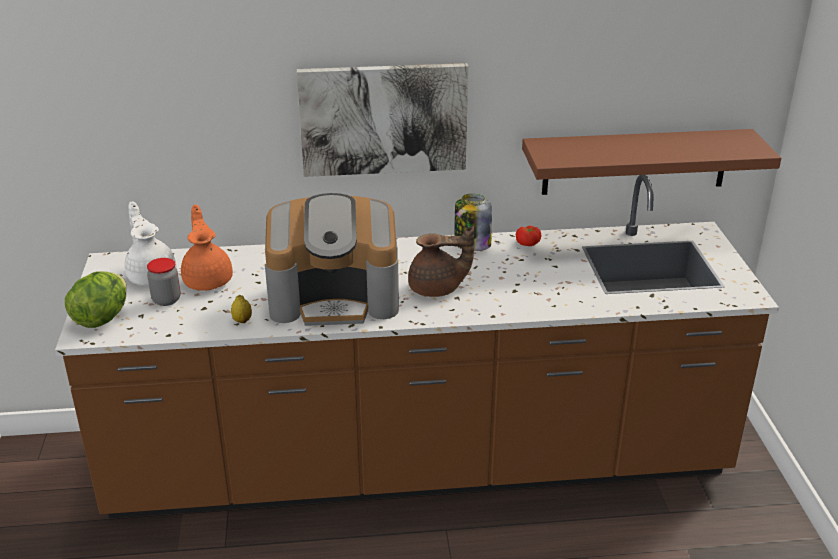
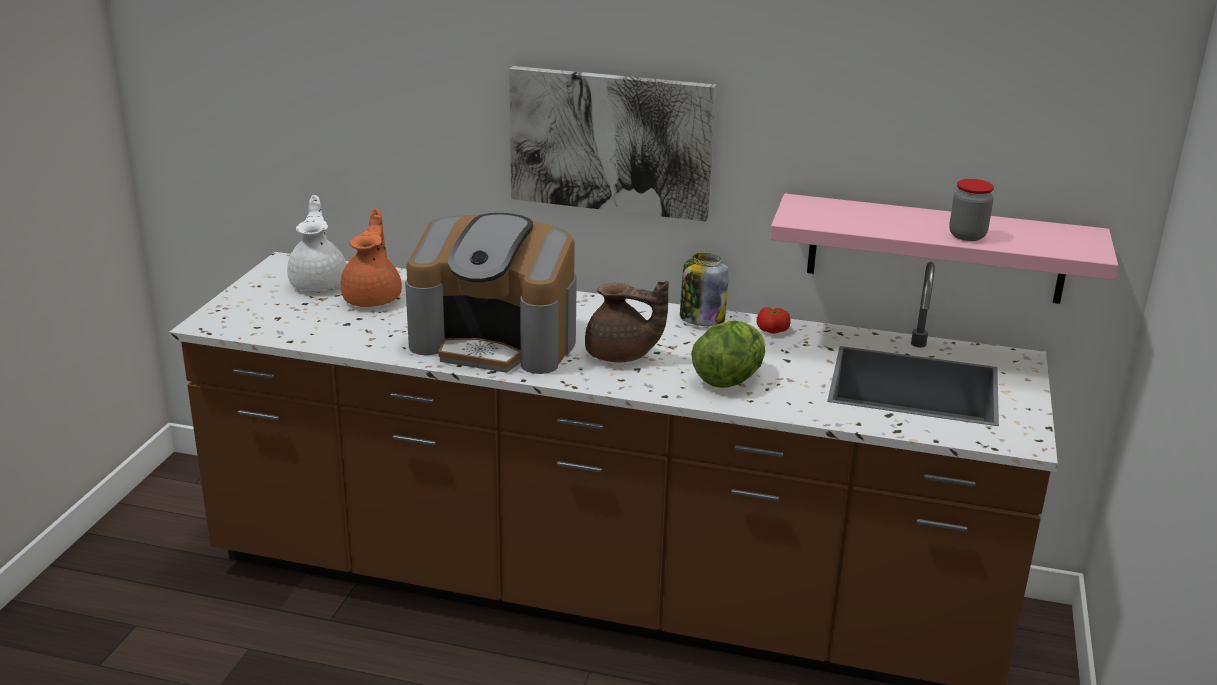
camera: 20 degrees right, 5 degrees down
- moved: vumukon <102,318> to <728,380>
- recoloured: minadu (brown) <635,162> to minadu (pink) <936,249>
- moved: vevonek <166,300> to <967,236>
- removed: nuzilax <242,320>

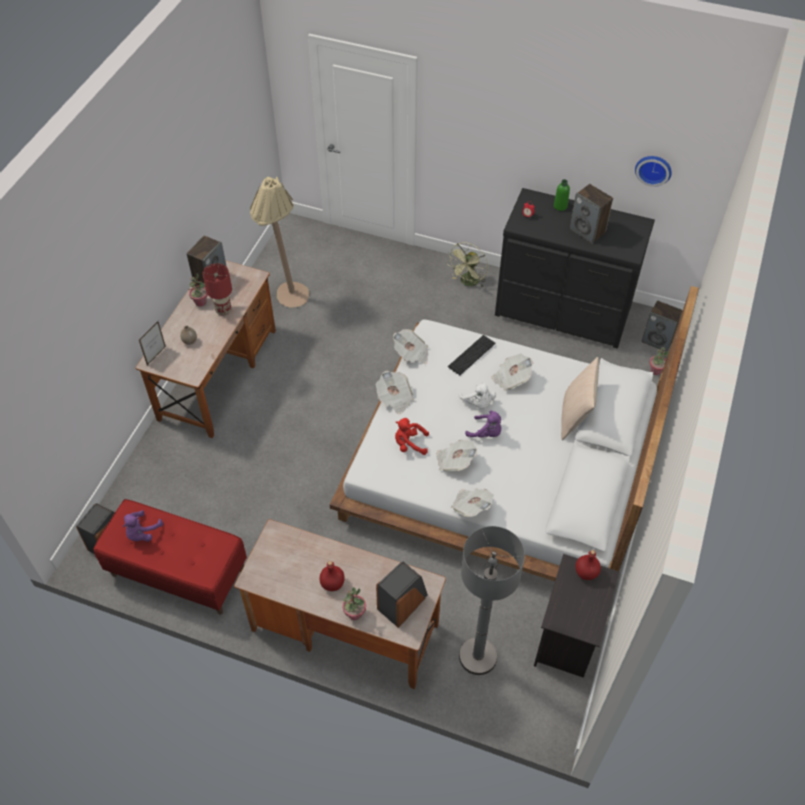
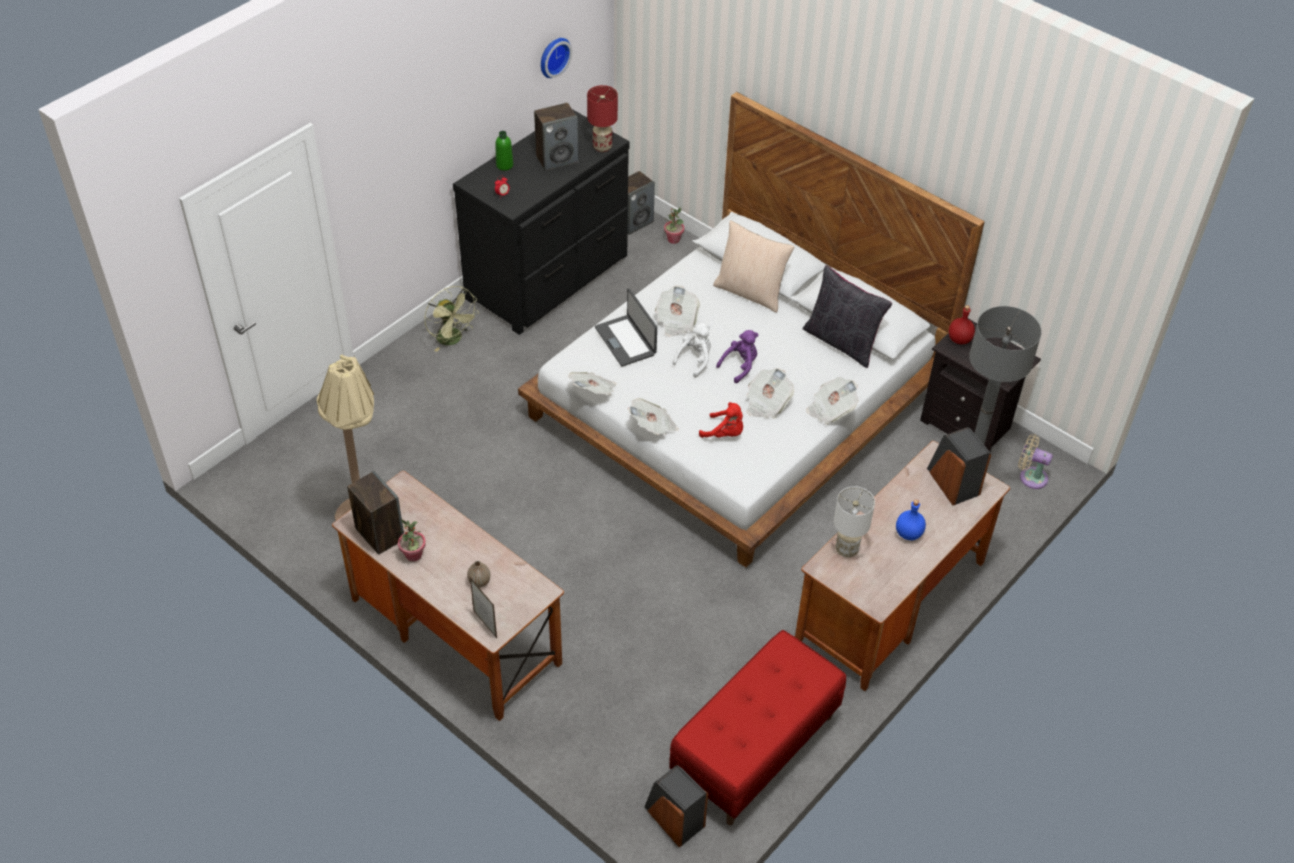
camera: 70 degrees left, 5 degrees down
- moved: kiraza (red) <224,310> to <602,147>
- replaced: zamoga <471,355> to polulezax <626,341>
- turned: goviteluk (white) <478,403> = <695,360> 45 degrees counterclockwise
- turned: goviteluk (red) <409,444> = <725,433> 90 degrees counterclockwise
- added: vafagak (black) <842,342>
- added: kiraza (white) <847,550>
- recoloured: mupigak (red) <332,583> to mupigak (blue) <908,534>
- added: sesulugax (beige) <1030,477>
- removed: goviteluk (purple) <142,533>
- removed: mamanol <354,613>

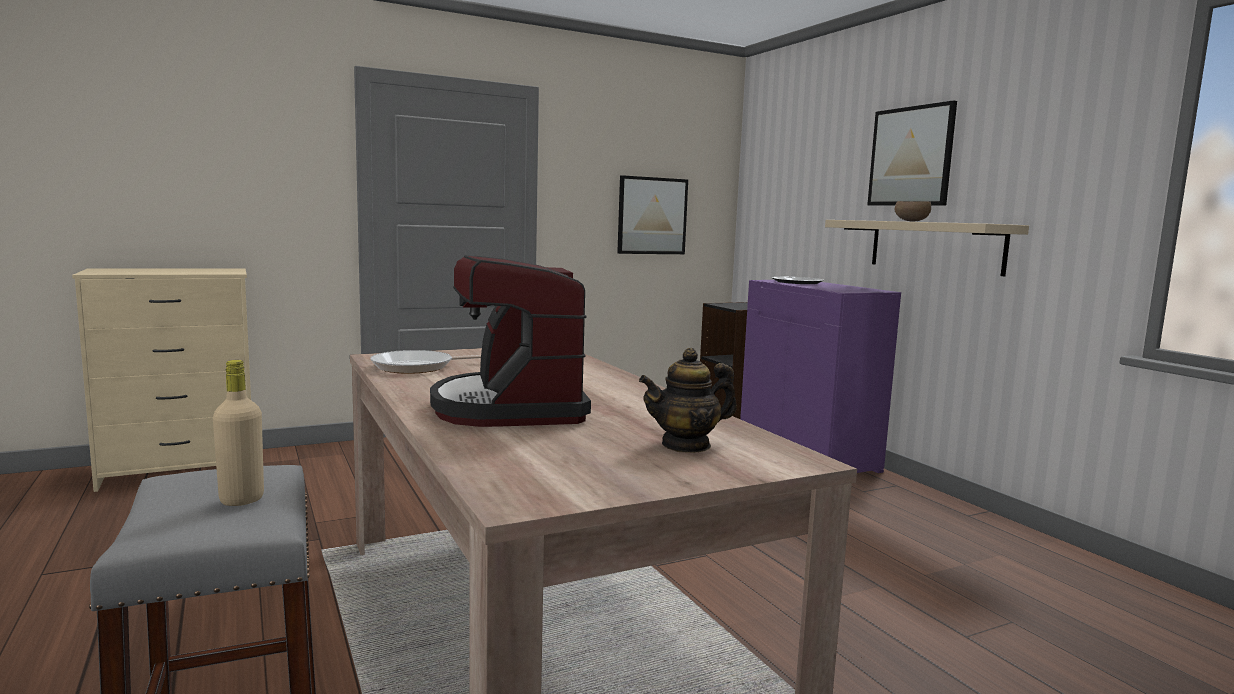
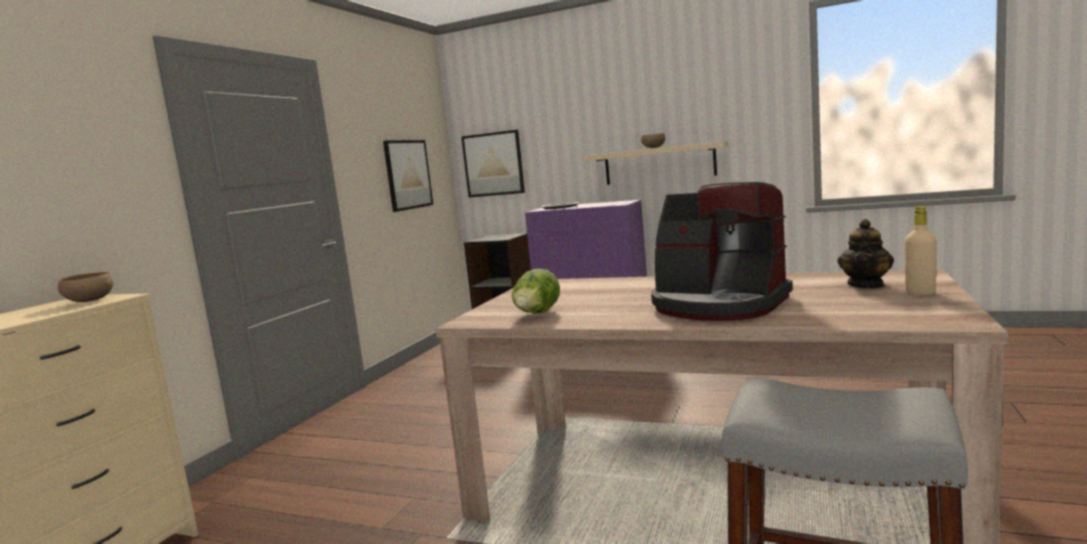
camera: 40 degrees left, 0 degrees up
- added: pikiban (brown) <90,301>
- moved: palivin <911,156> to <493,164>
- replaced: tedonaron <418,367> to vumukon <537,314>
- moved: mupigak (beige) <242,499> to <920,293>

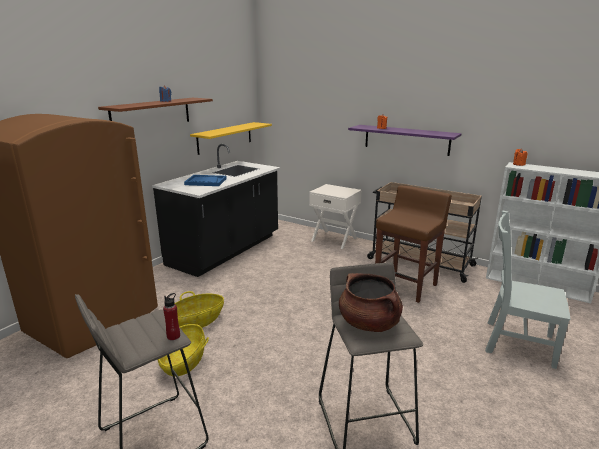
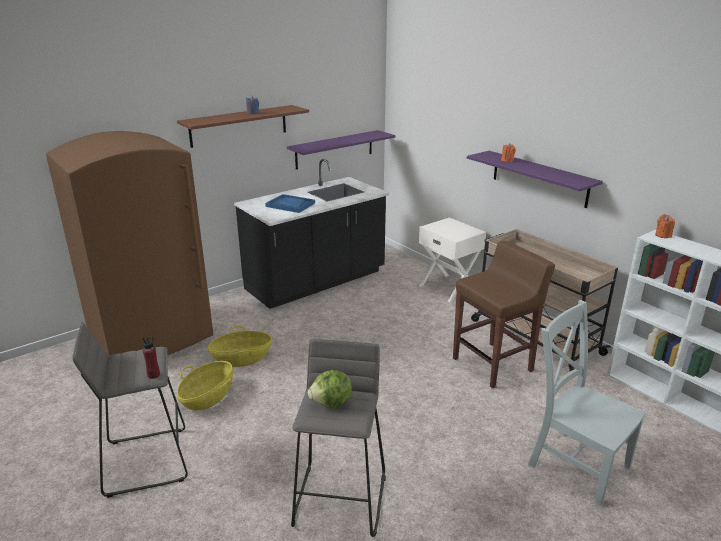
camera: 20 degrees right, 5 degrees up
- recoloured: minadu (yellow) <225,137> to minadu (purple) <334,149>
- replaced: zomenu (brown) <369,323> to vumukon <331,403>

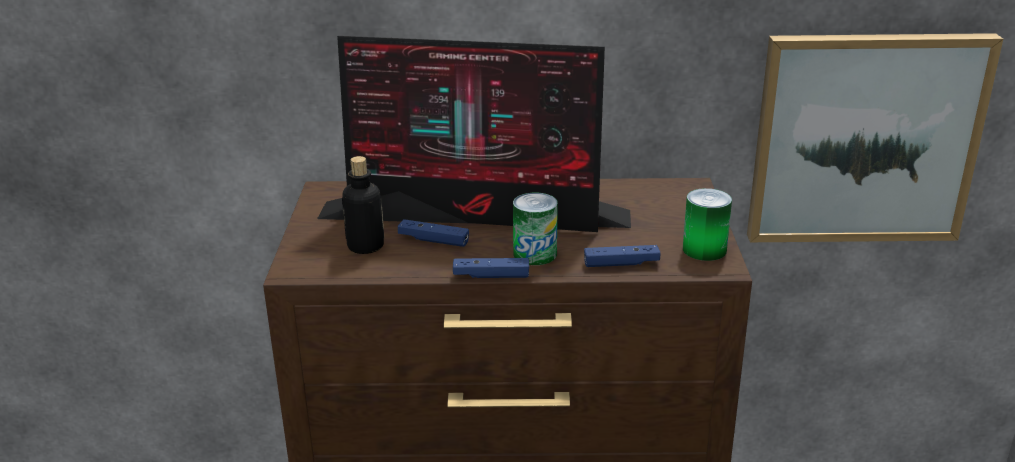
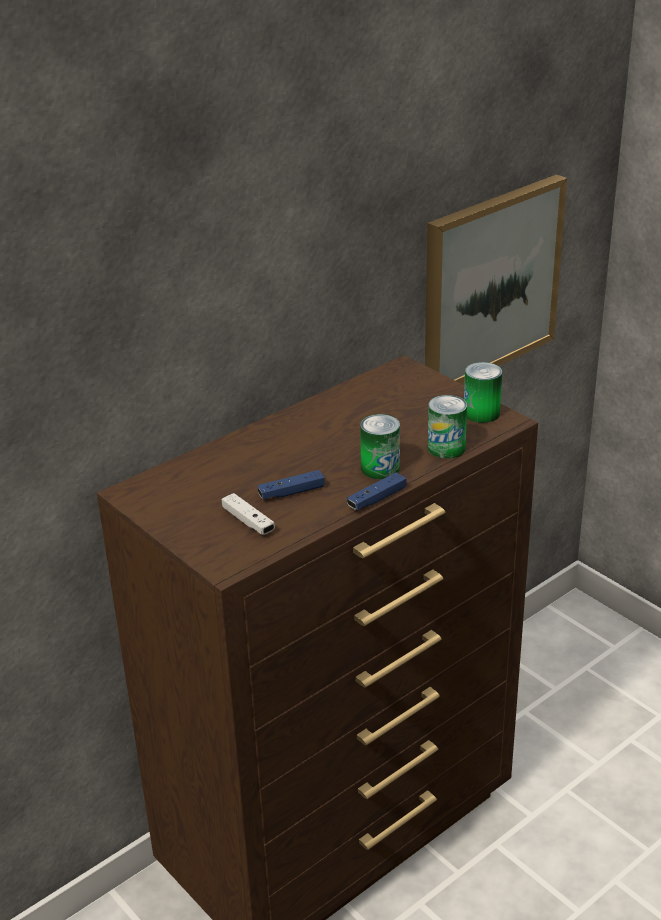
camera: 40 degrees left, 5 degrees up
- replaced: mupigak <365,246> to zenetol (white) <248,521>
- replaced: zenetol (blue) <621,263> to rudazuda <446,448>
- removed: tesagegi <479,215>

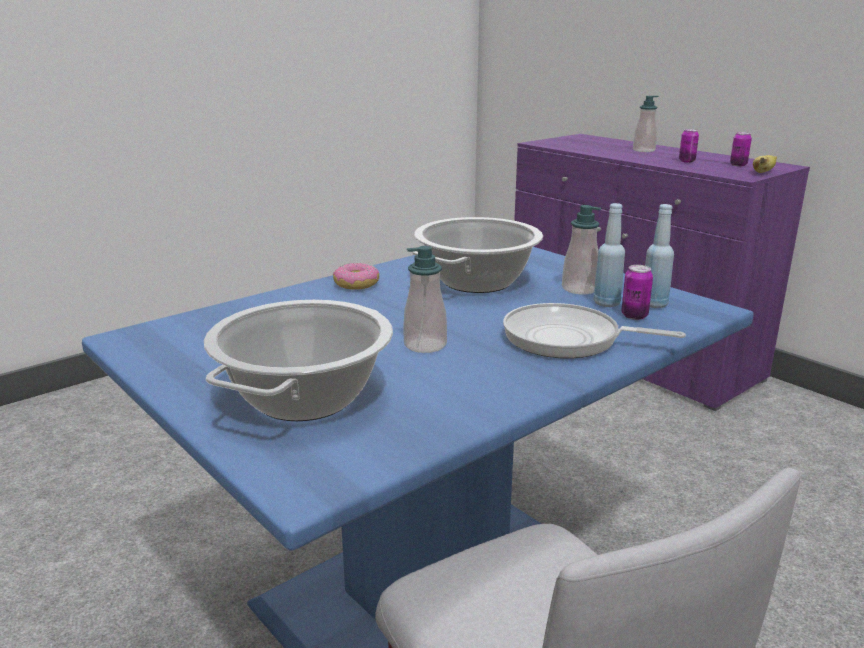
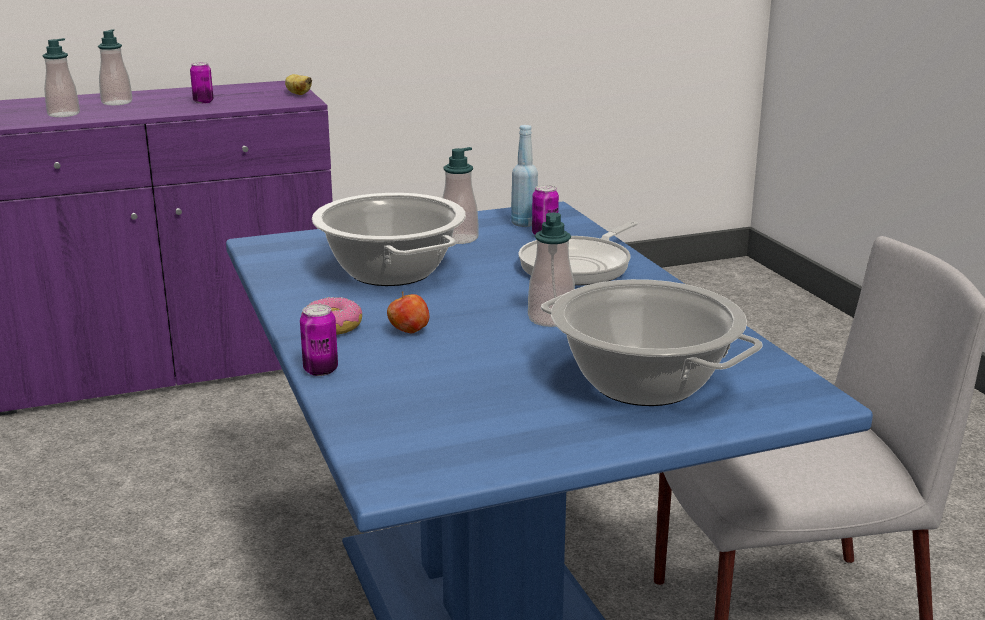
camera: 70 degrees left, 0 degrees up
- added: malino <63,114>
- moved: rudazuda <738,165> to <320,370>
- added: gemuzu <408,332>
- removed: mupigak (blue) <607,303>

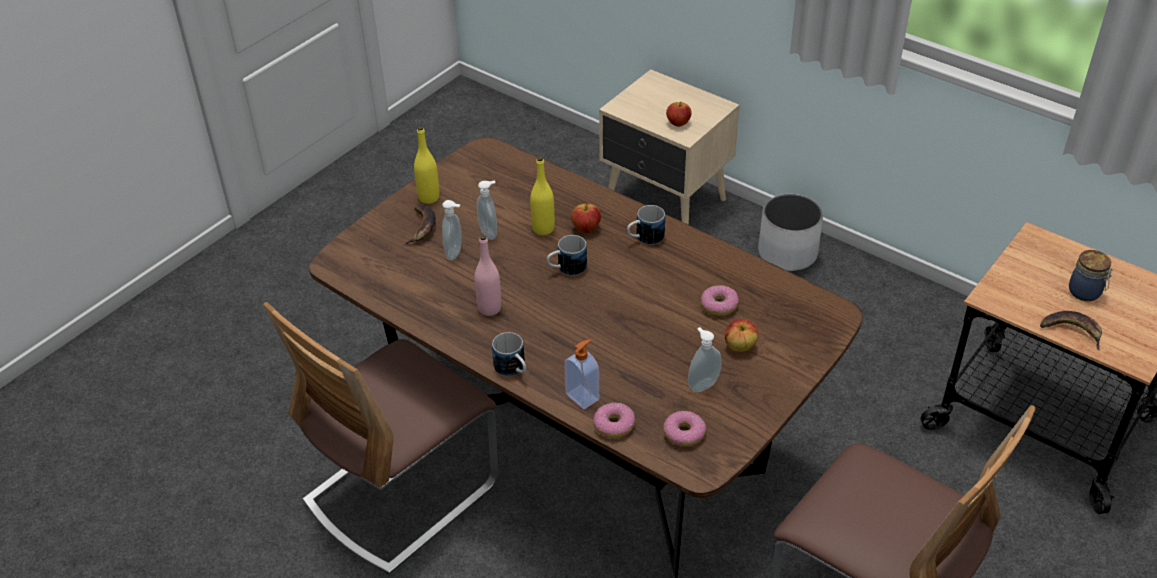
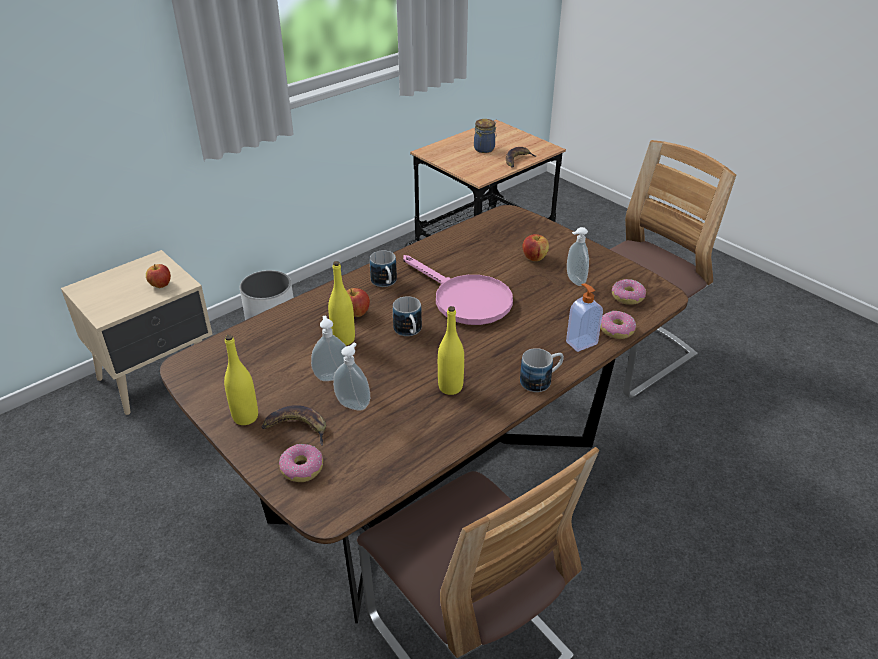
camera: 80 degrees left, 5 degrees down
- moved: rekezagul <719,305> to <301,468>
- added: tedonaron (pink) <464,299>
- recoloured: mupigak (pink) <489,308> to mupigak (yellow) <450,387>

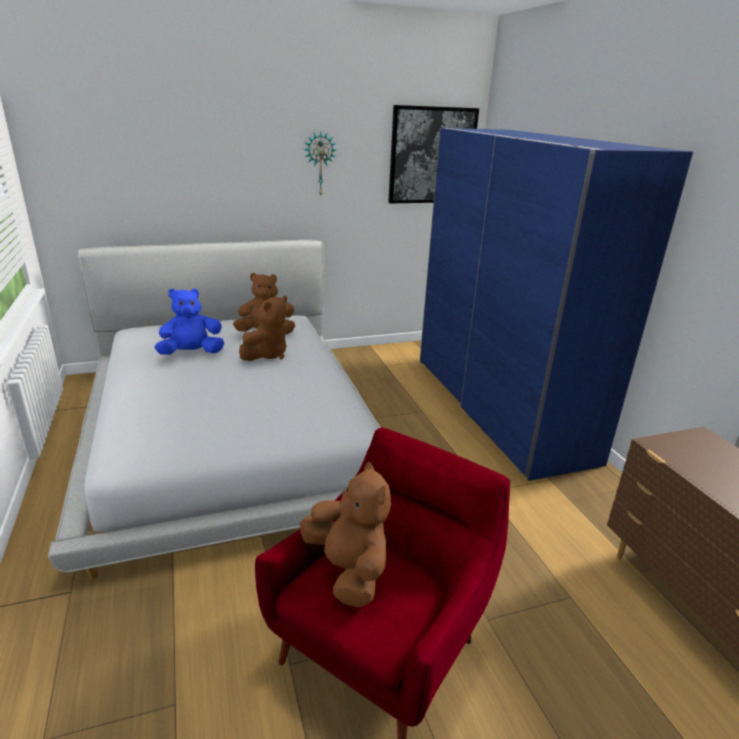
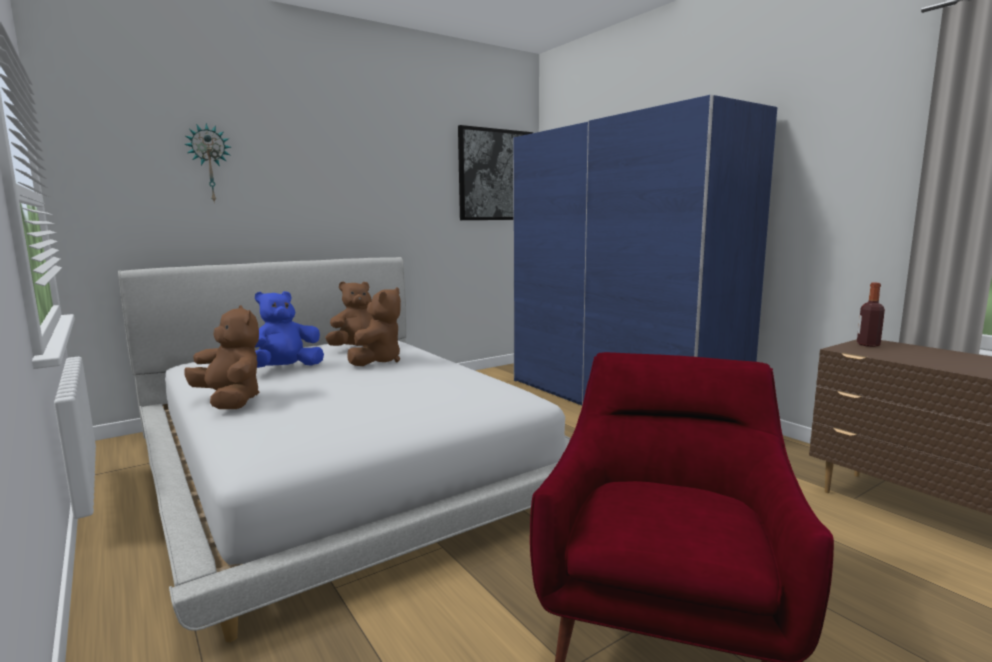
camera: 15 degrees left, 15 degrees down
- moved: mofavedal <320,164> to <209,163>
- moved: goviteluk (brown) <348,570> to <230,401>
- added: mupigak <868,345>

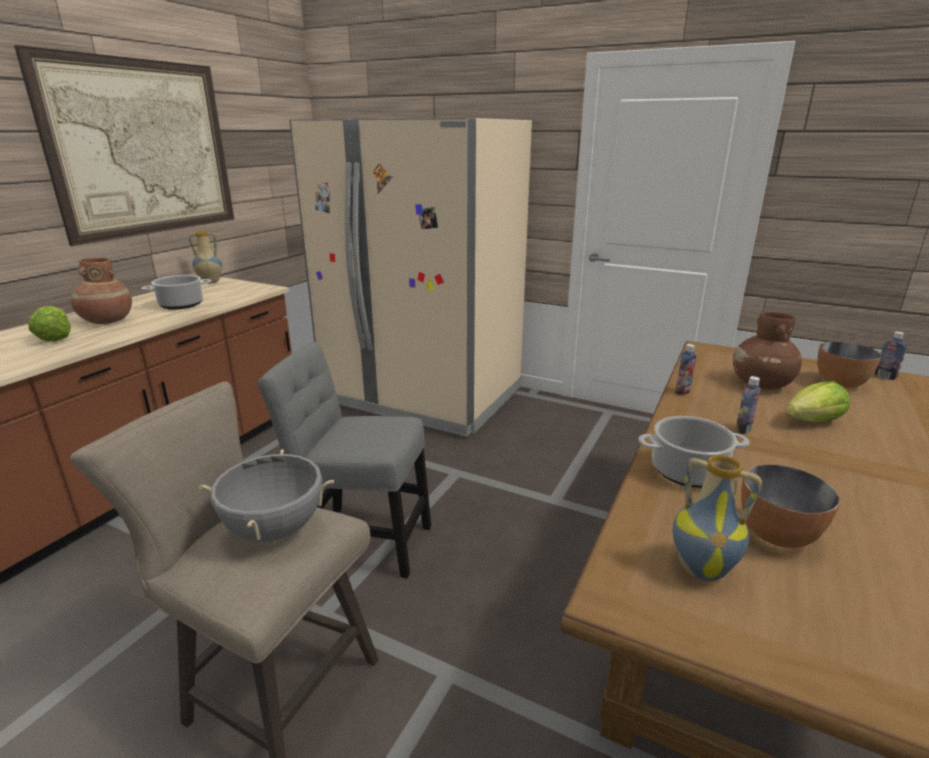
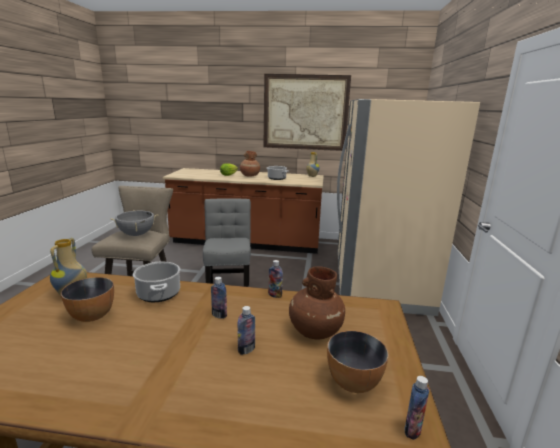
camera: 70 degrees right, 5 degrees down
- replaced: vumukon <813,421> to mupigak <246,349>

